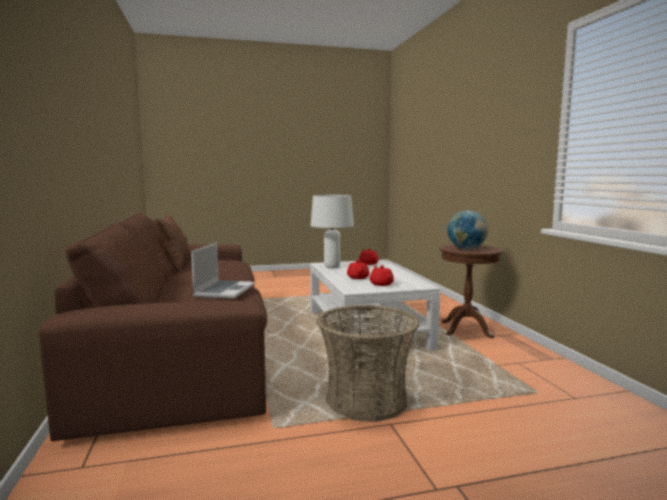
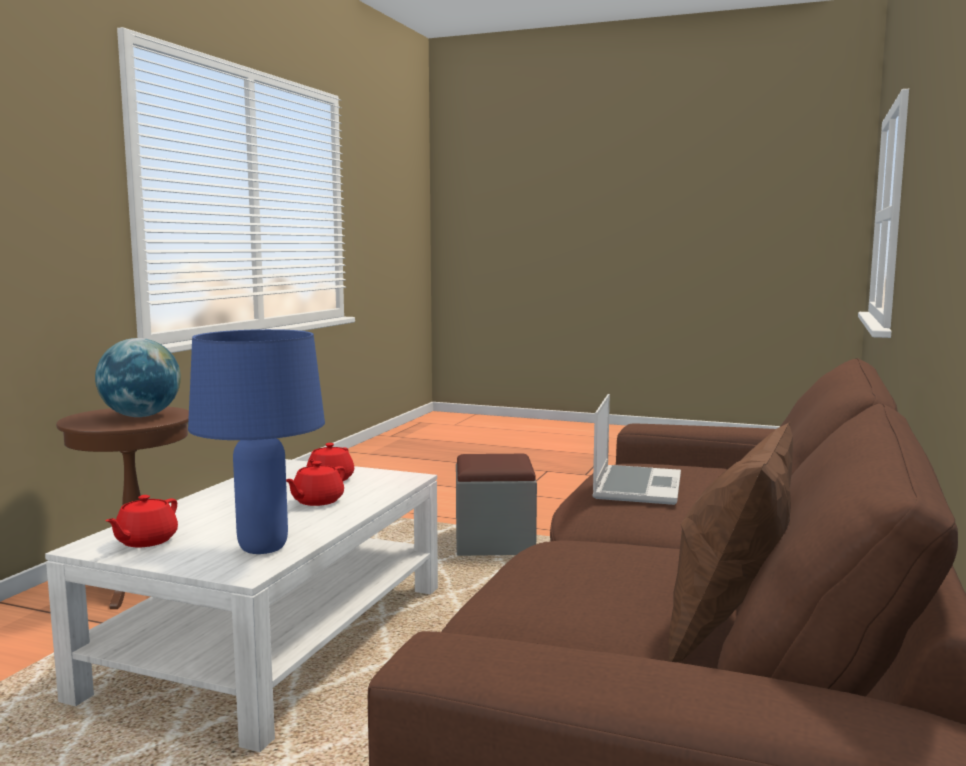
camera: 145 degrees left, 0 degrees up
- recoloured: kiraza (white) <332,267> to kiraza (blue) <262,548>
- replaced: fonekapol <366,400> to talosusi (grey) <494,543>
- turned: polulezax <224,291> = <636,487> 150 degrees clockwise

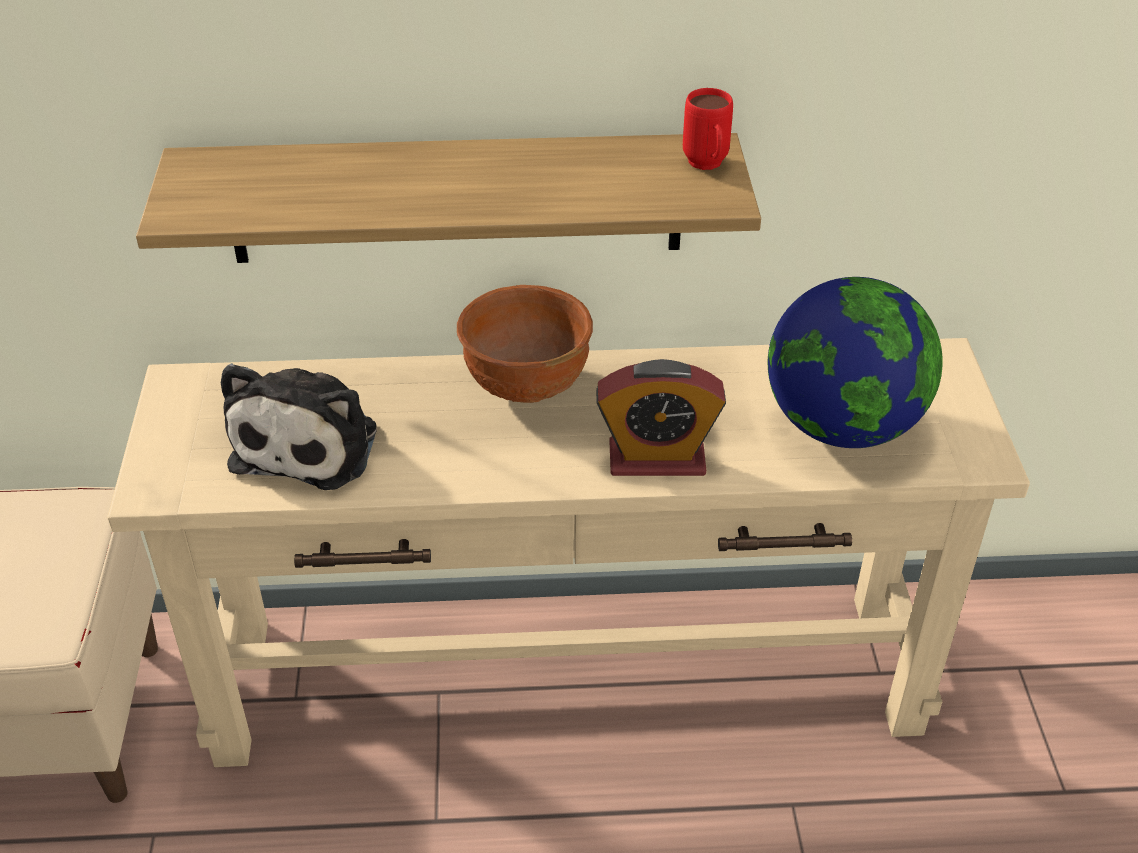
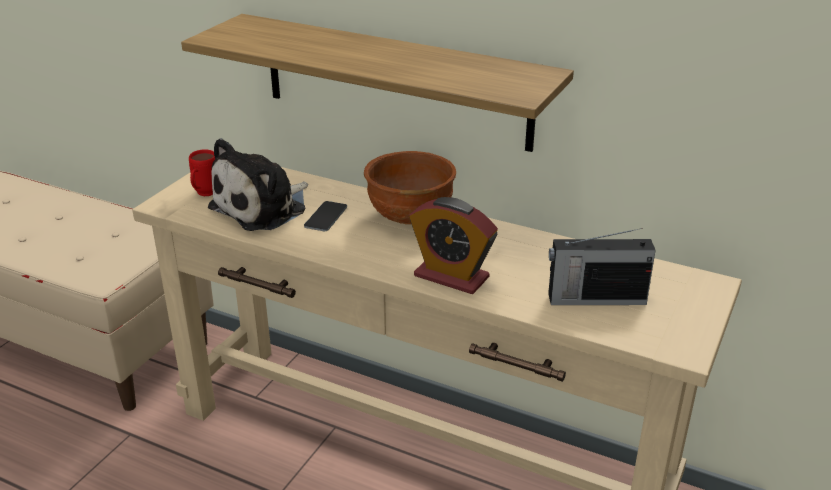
camera: 30 degrees right, 10 degrees down
- moved: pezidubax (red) <707,167> to <204,194>
- added: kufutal <326,217>
- replaced: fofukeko <842,426> to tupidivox <594,299>

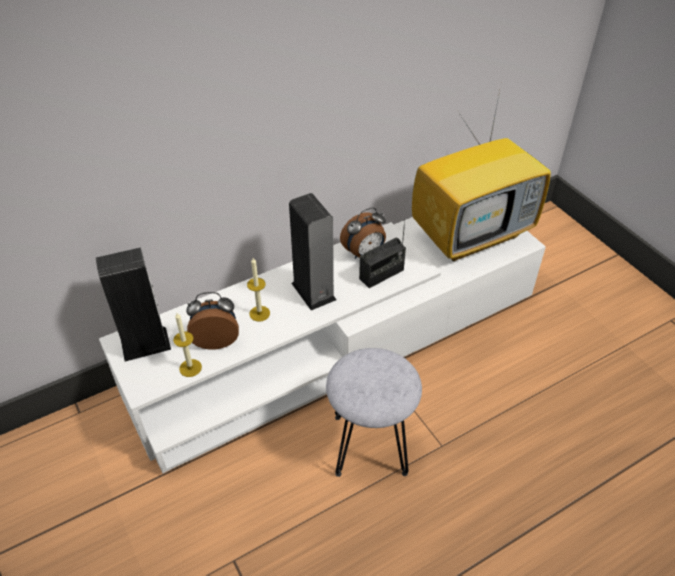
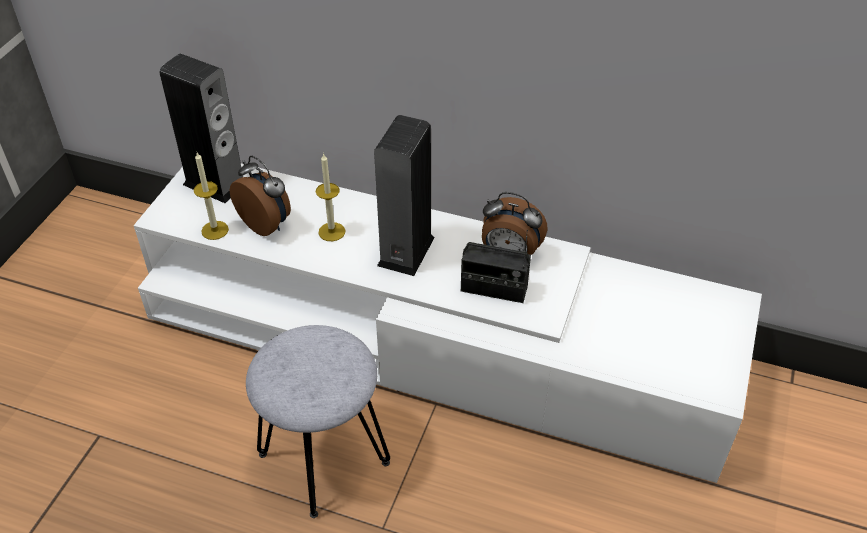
camera: 50 degrees right, 0 degrees up
- removed: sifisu <472,234>

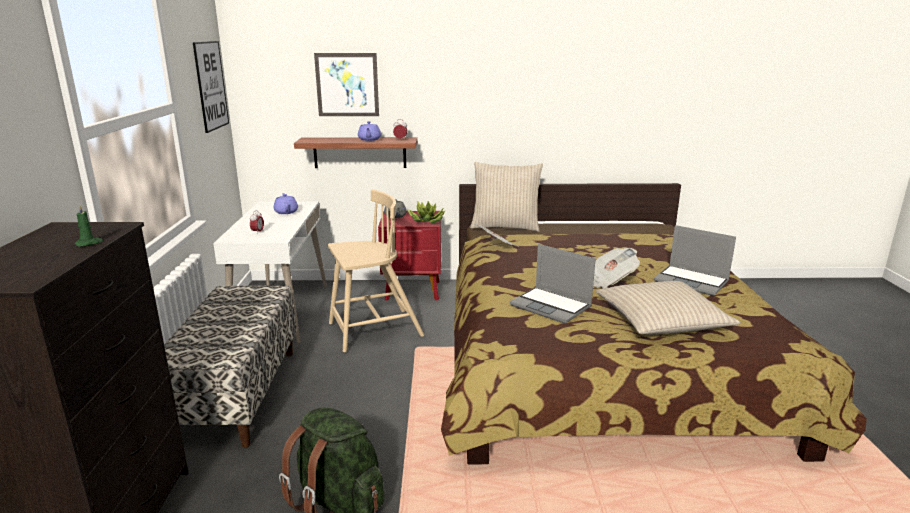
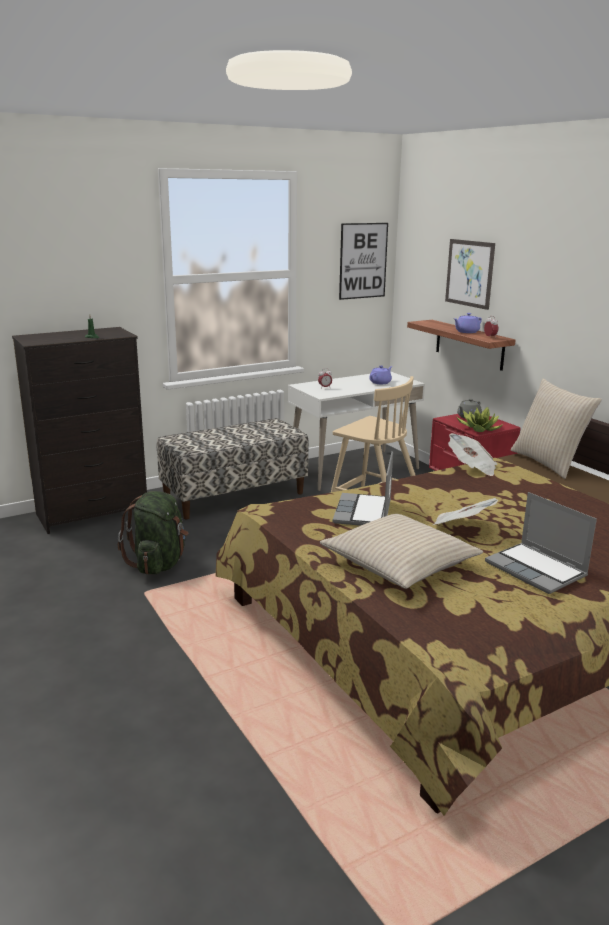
camera: 60 degrees right, 0 degrees up
- turned: polulezax <692,281> = <537,570> 45 degrees counterclockwise

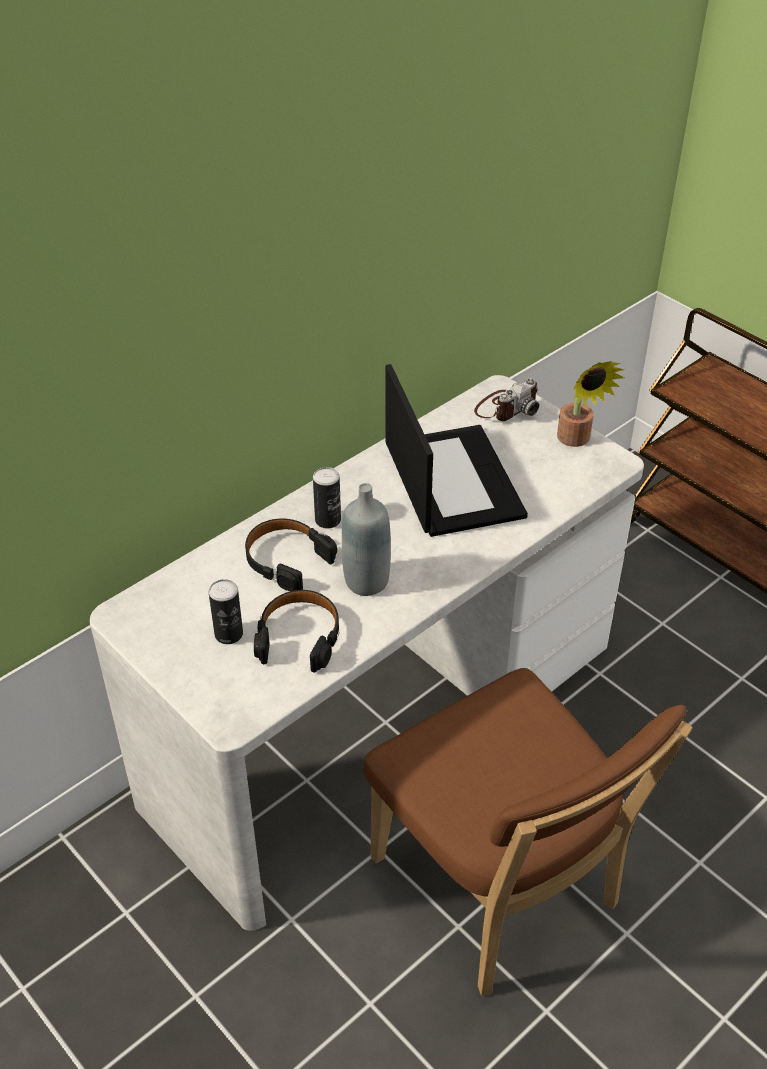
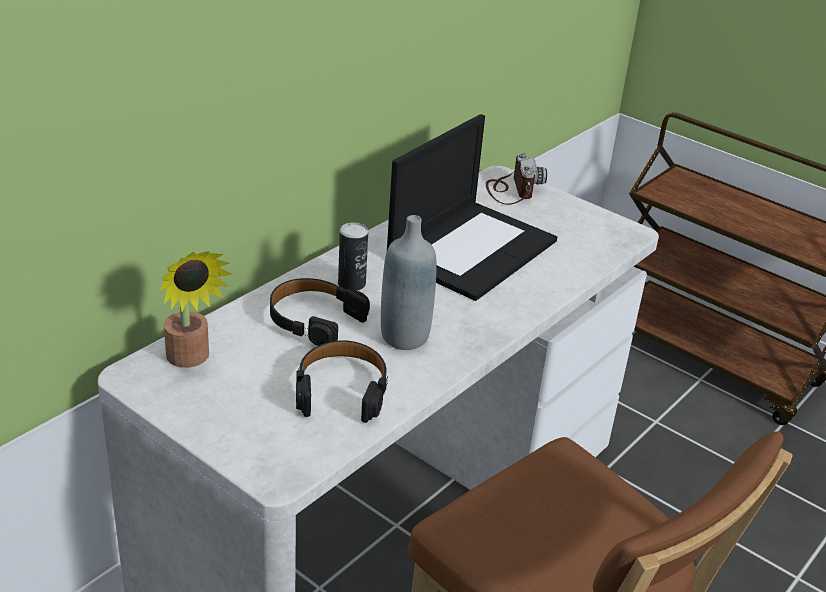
camera: 10 degrees left, 10 degrees down
- moved: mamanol <577,440> to <191,360>
- turned: polulezax <451,480> = <472,248> 60 degrees clockwise
- turned: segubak <506,407> = <511,190> 45 degrees counterclockwise
- removed: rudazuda <228,634>

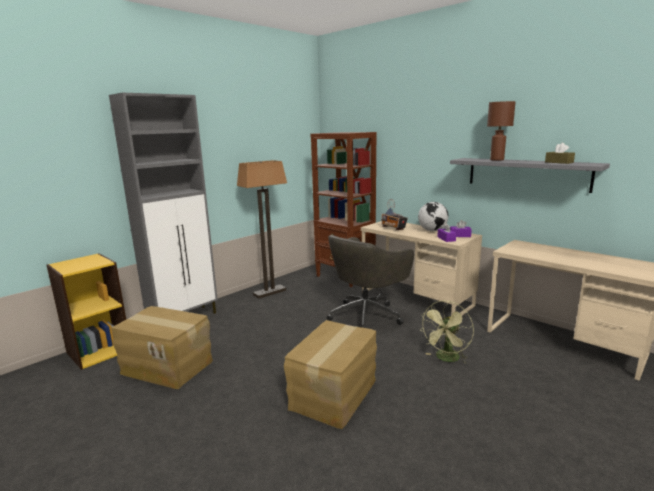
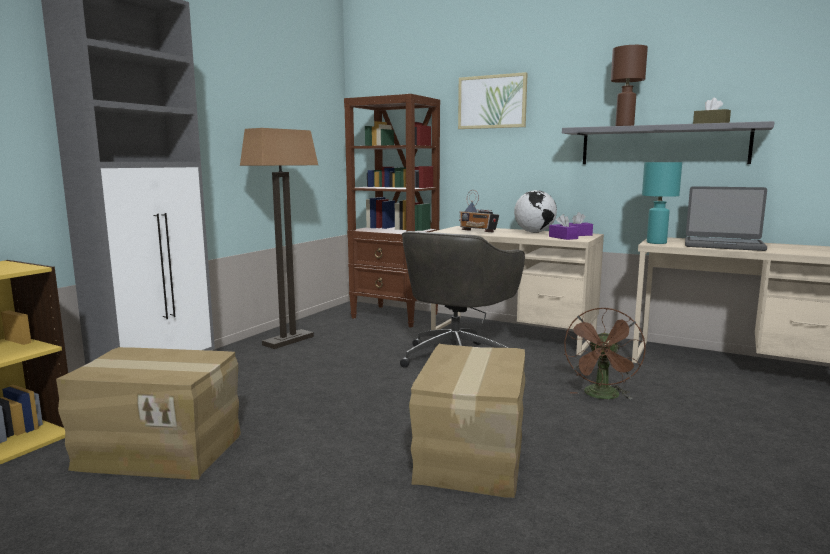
camera: 15 degrees left, 5 degrees down
- added: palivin <492,102>
- recoloured: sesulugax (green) <446,359> to sesulugax (brown) <602,396>
- added: kiraza (turquoise) <656,243>
- added: polulezax <723,245>

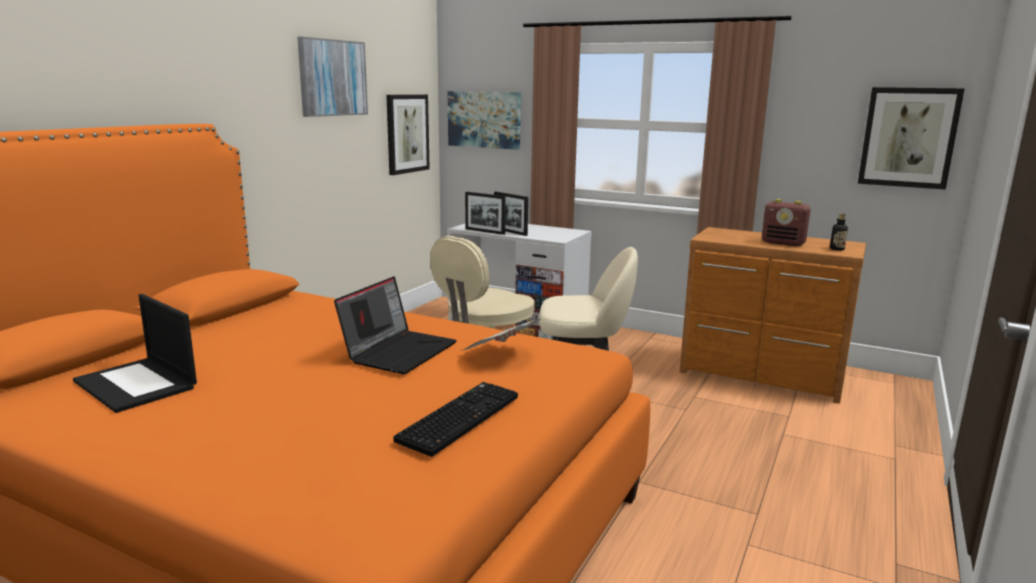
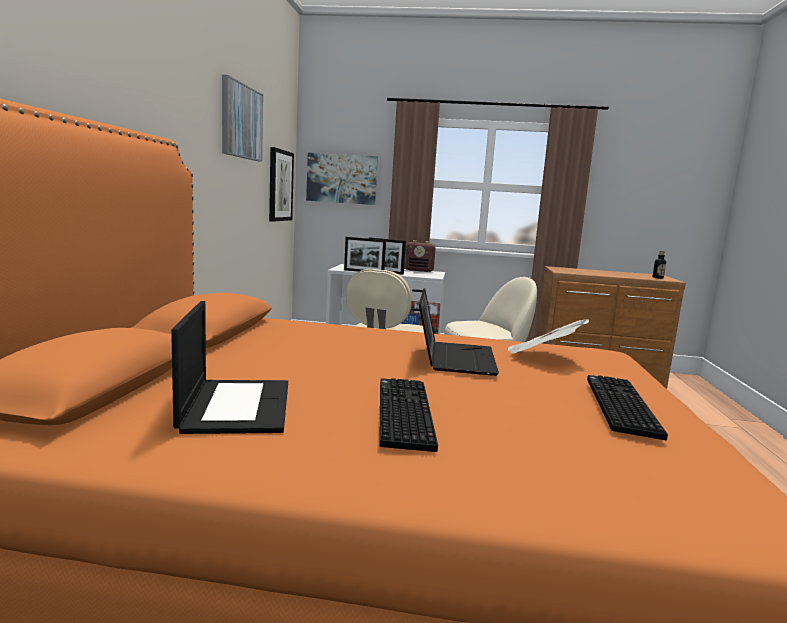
camera: 20 degrees left, 5 degrees down
- turned: polulezax <137,384> = <236,405> 120 degrees counterclockwise
- added: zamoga <401,412>
- moved: tupidivox <783,243> to <419,270>
- removed: palivin <908,137>

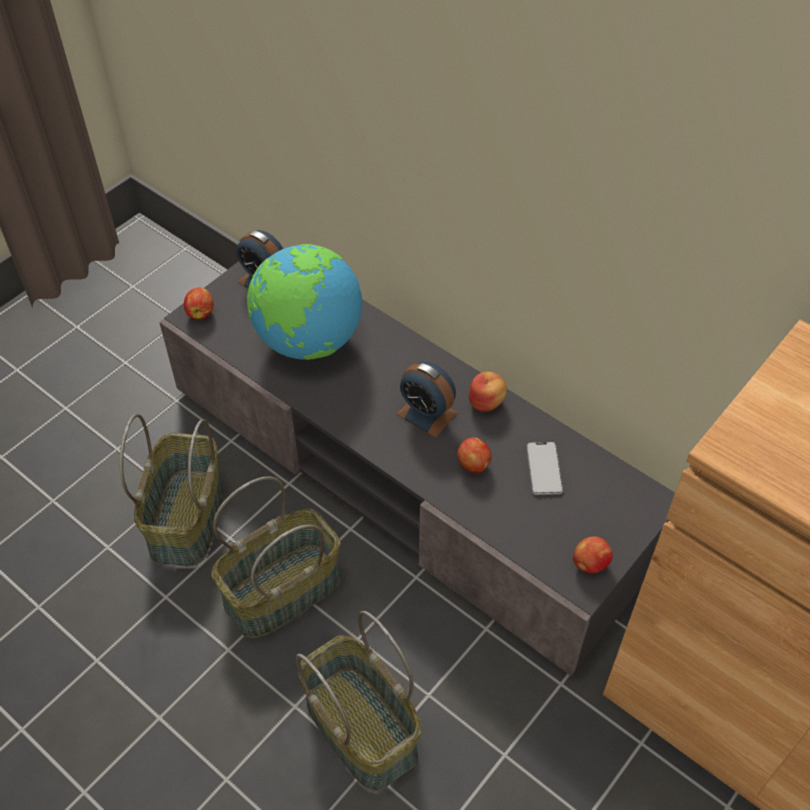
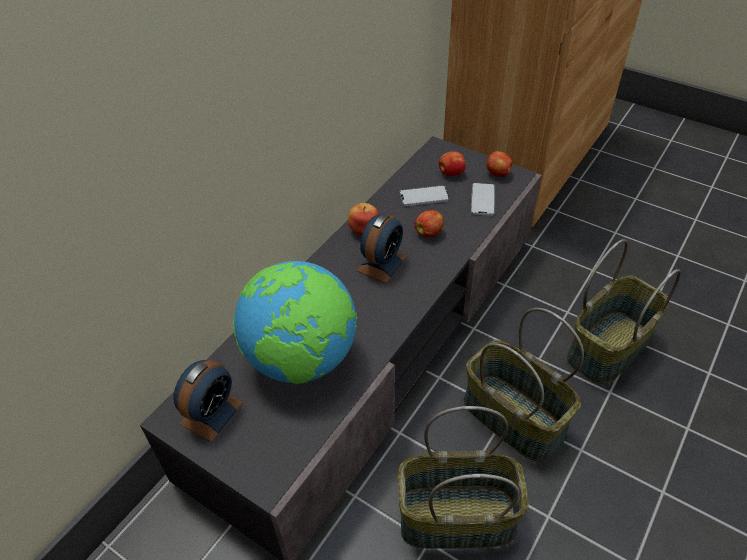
camera: 95 degrees left, 5 degrees down
- moved: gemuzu <200,313> to <451,173>
- added: kufutal <482,200>

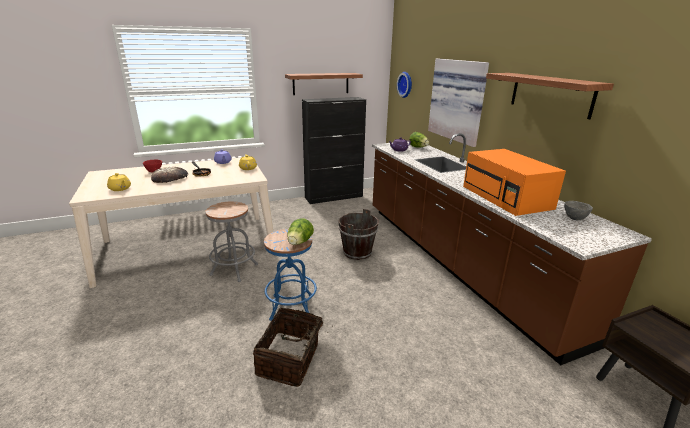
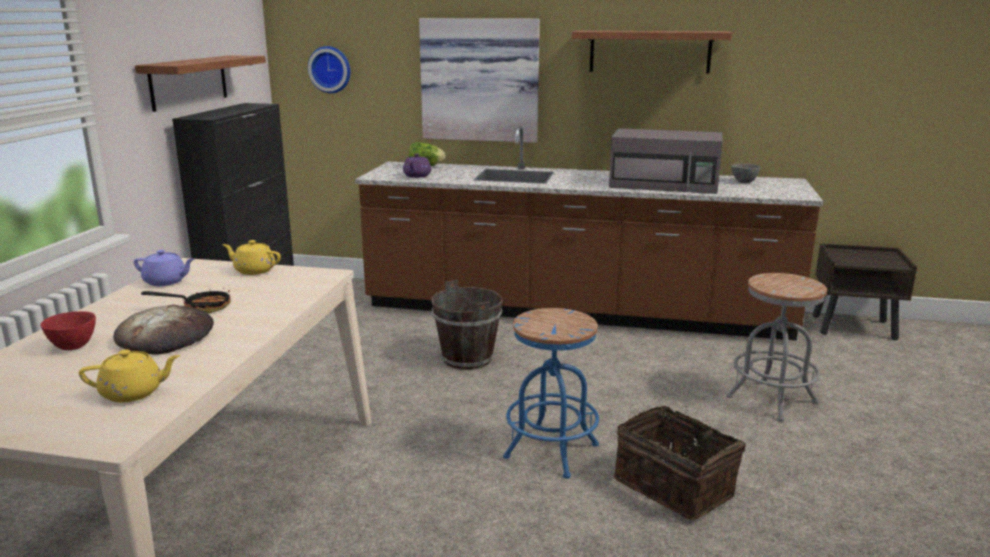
camera: 55 degrees left, 5 degrees down
- recoloured: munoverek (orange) <507,198> to munoverek (grey) <665,184>
- moved: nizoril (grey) <234,269> to <771,400>
- removed: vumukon <299,242>

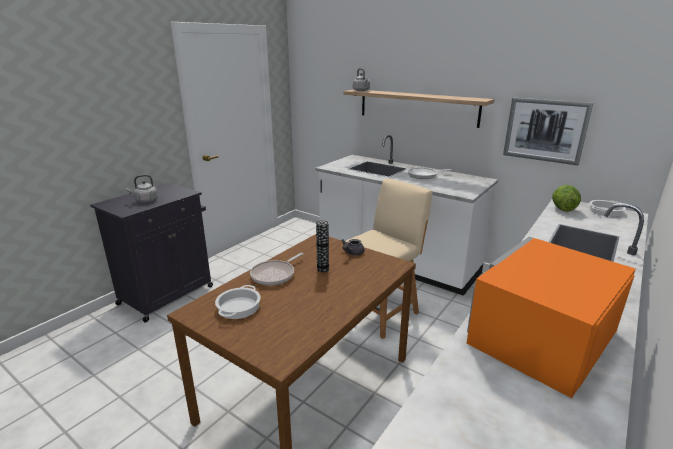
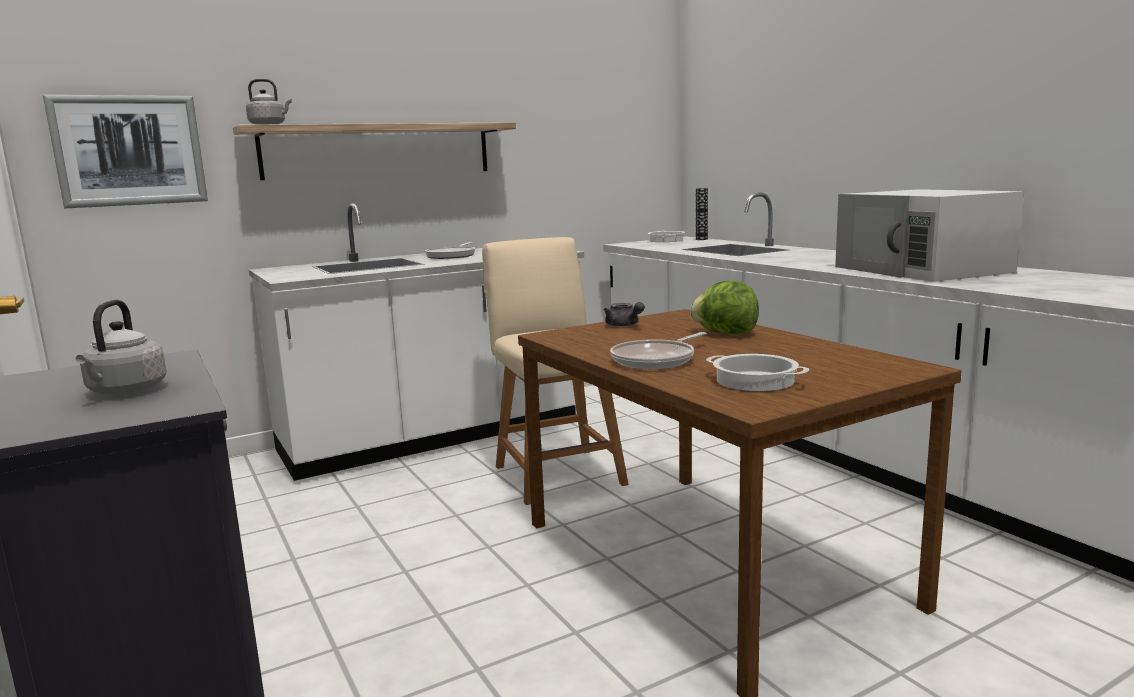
camera: 65 degrees left, 10 degrees down
- moved: palivin <545,130> to <129,151>
- turned: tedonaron <275,275> = <656,360> 75 degrees clockwise
- moved: vumukon <562,209> to <725,333>
- moved: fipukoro <323,269> to <701,239>
- recoloured: munoverek (orange) <540,337> to munoverek (white) <922,269>

